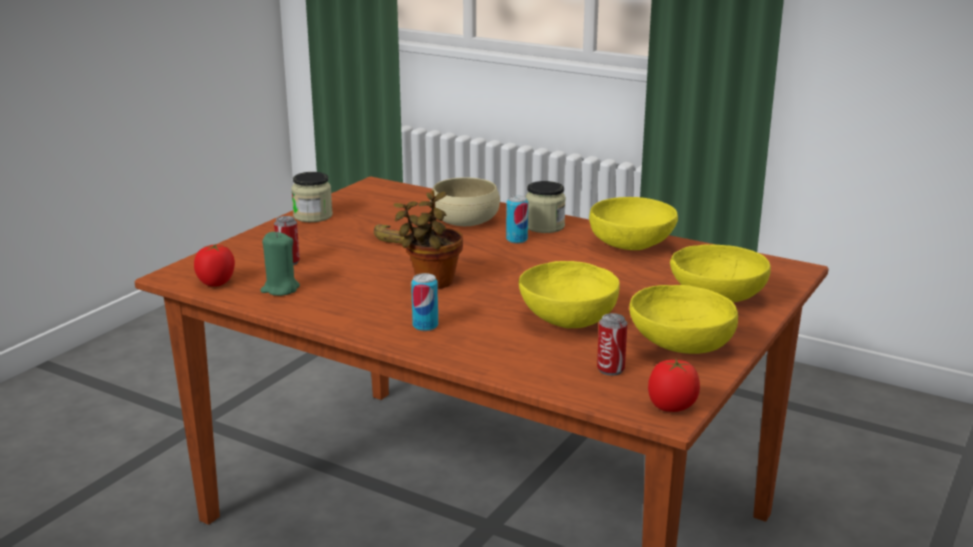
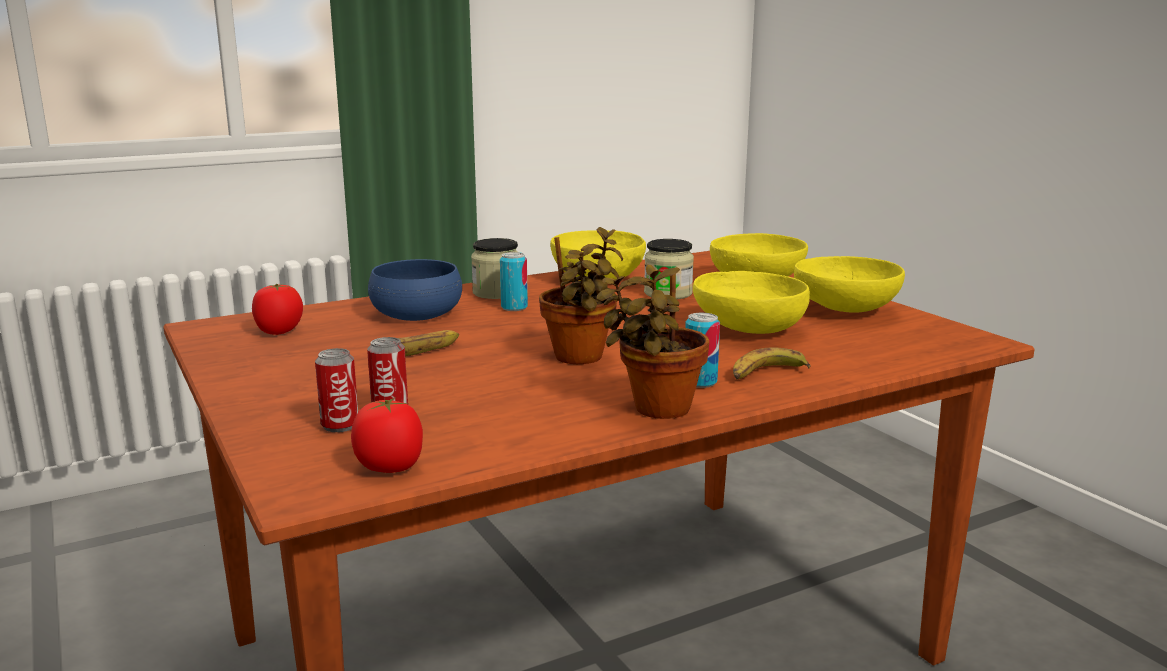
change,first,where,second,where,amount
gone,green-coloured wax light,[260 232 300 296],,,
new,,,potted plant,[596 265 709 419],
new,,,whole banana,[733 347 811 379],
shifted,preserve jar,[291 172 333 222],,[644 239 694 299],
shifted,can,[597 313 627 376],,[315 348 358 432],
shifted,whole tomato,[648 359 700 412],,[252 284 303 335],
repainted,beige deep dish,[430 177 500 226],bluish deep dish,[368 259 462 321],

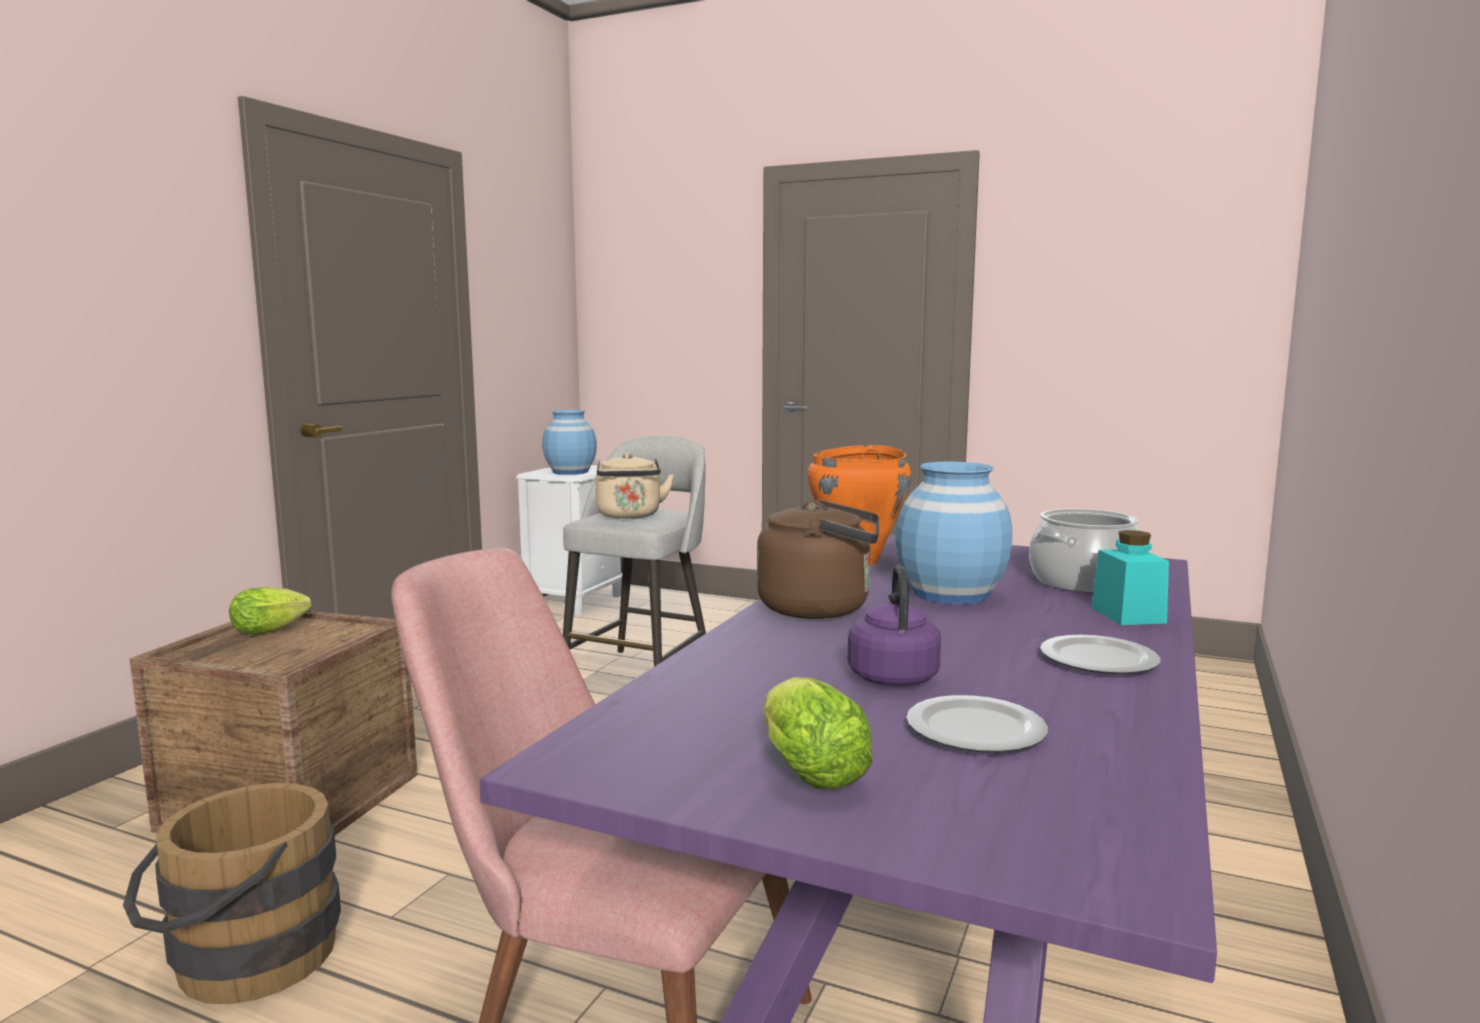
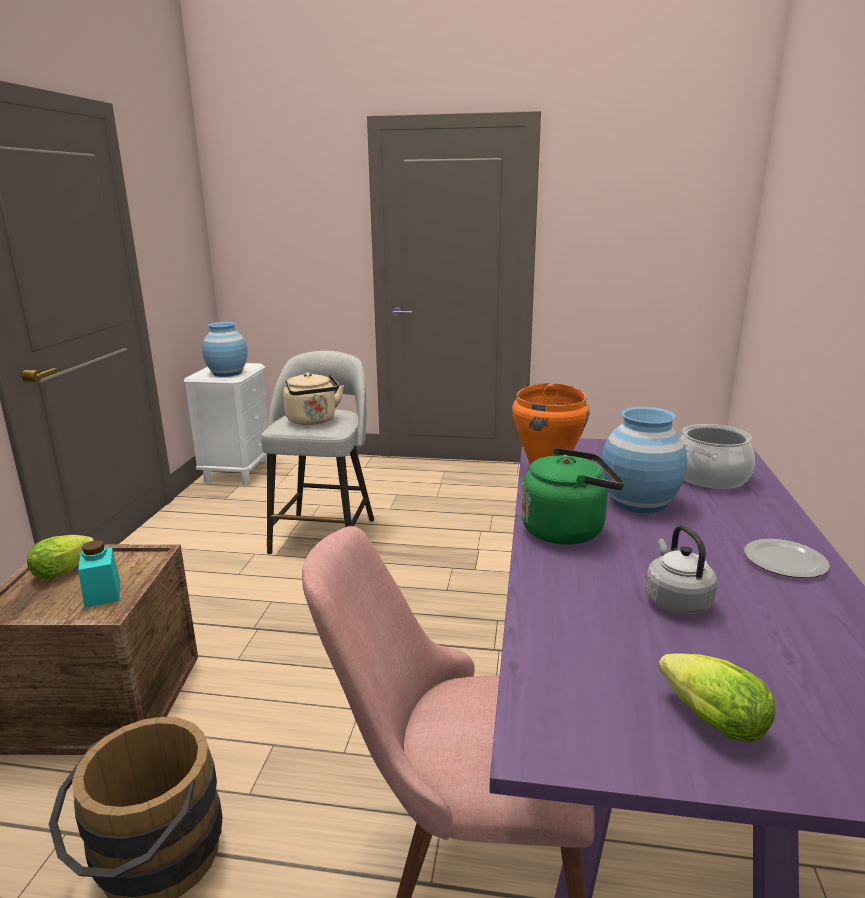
change,first,where,second,where,amount
gone,flat dish,[907 695 1048 753],,,
shifted,blue-green preserve jar,[1091 530 1169 625],,[78 540 120 608],
repainted,brownish water kettle,[757 499 879 619],green-coloured water kettle,[521 448 624 545],
repainted,purplish water kettle,[847 565 941 686],greyish water kettle,[646 525 718 615],

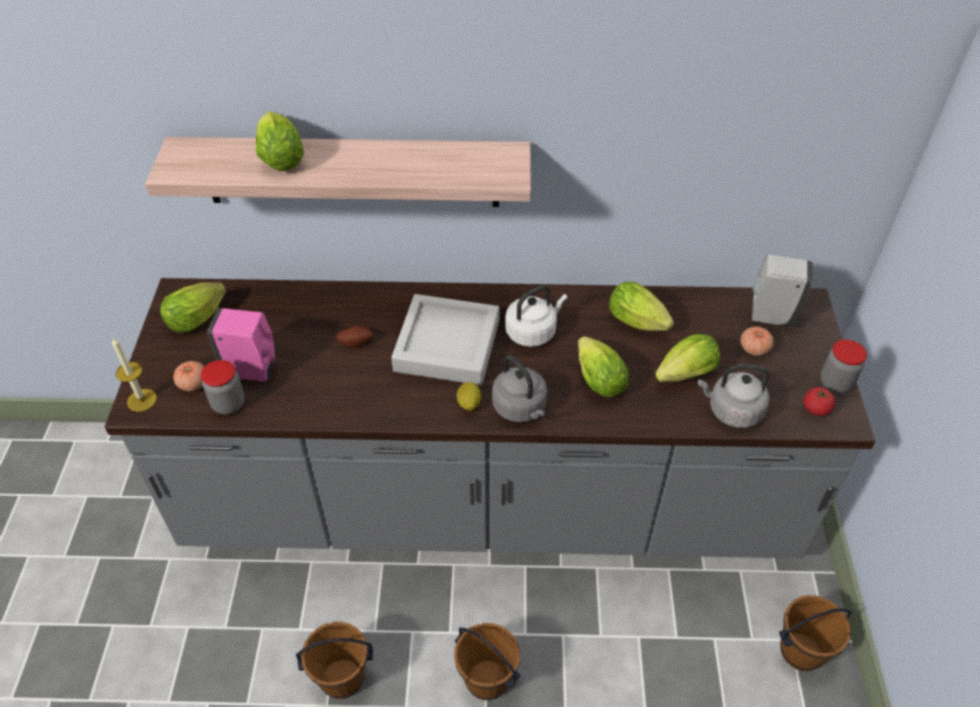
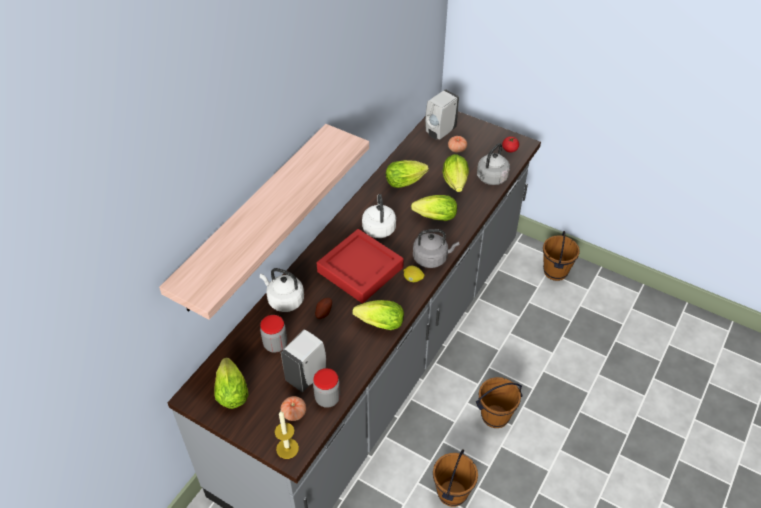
change,first,where,second,where,amount
new,,,white-coloured water kettle,[260 268 304 312],
shifted,head of lettuce,[256 111 304 171],,[352 300 404 330],
shifted,preserve jar,[820 339 867 393],,[260 315 287 353],
repainted,pink liquid soap bottle,[207 308 275 382],white-coloured liquid soap bottle,[281 329 326 392],
repainted,greyish carrying tray,[391 294 500 385],reddish carrying tray,[317 229 404 303],

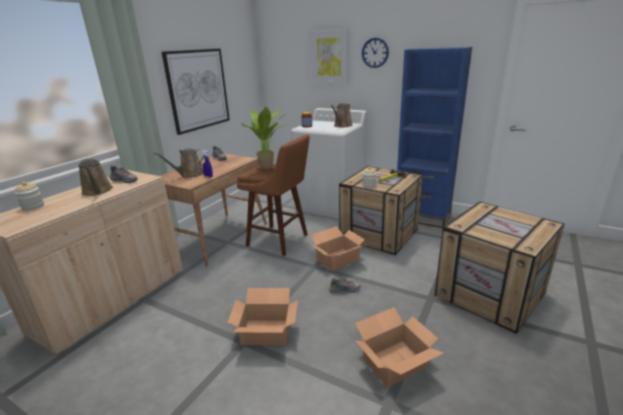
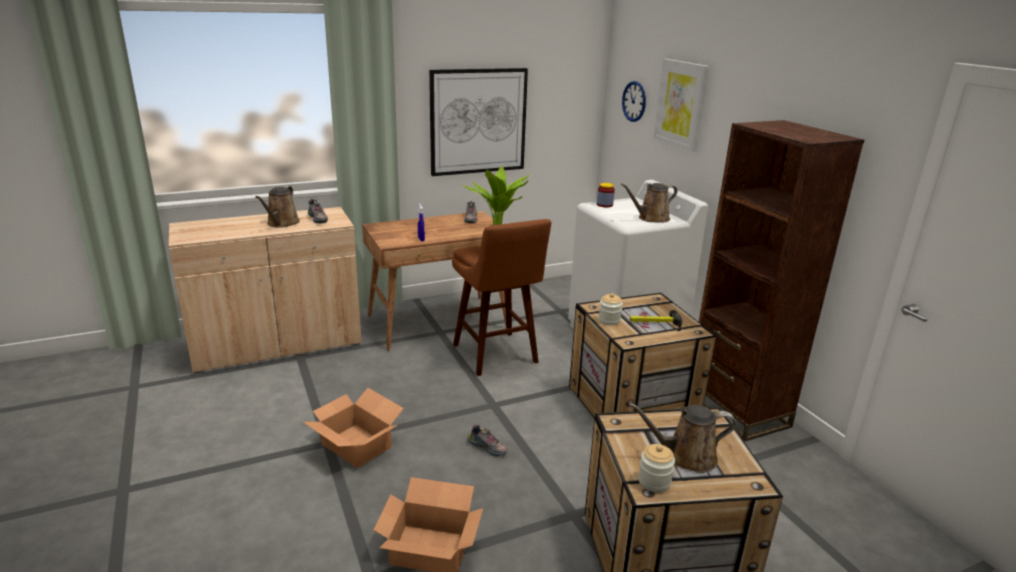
change,first,where,second,where,amount
gone,carton,[310 226 367 271],,,
shifted,preserve jar,[15 182 44 211],,[638 444 675 492],
shifted,brownish watering pot,[154 148 204 178],,[629 403 736 473],
shifted,hanging clock,[362 37 389 68],,[622 81 646 122],
repainted,bluish bookshelf,[397 47 472 228],brownish bookshelf,[699 120 864 442],

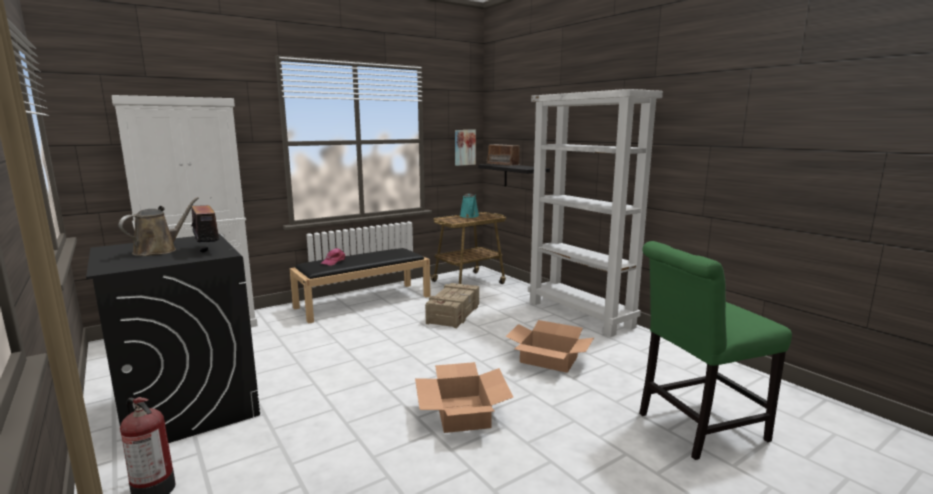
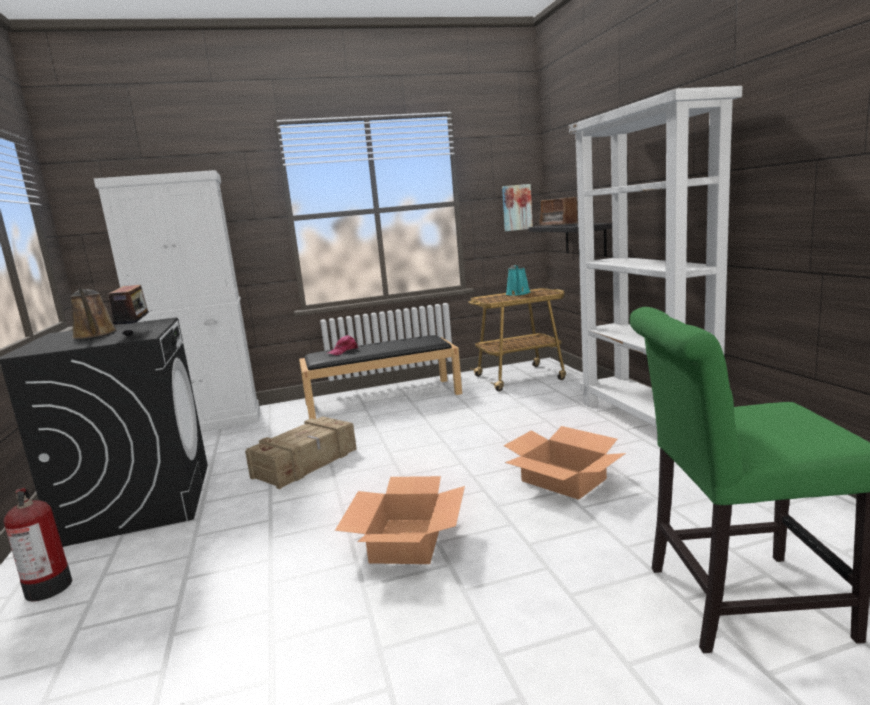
change,first,where,second,where,amount
shifted,crate,[425 283 479 328],,[245 416 357 489],
rotated,brownish watering pot,[119 197 199 256],,[70 288 117 339],105 degrees clockwise

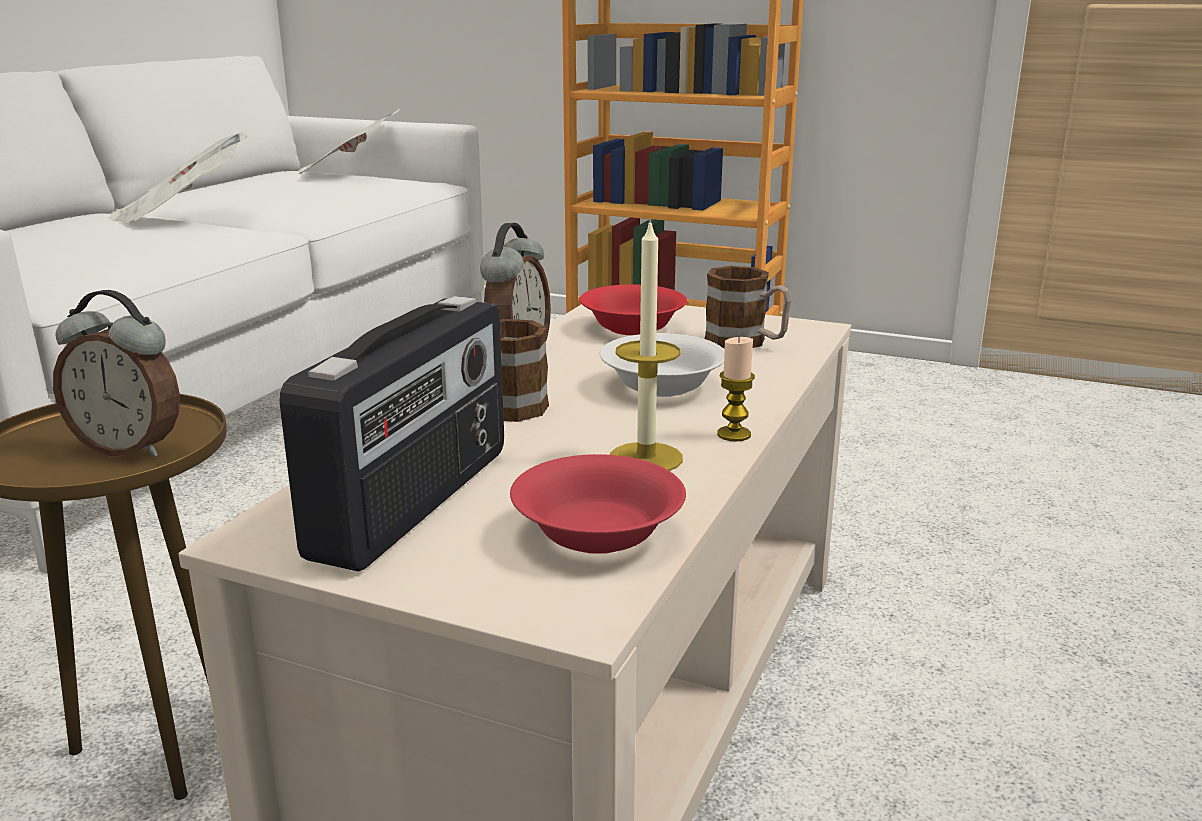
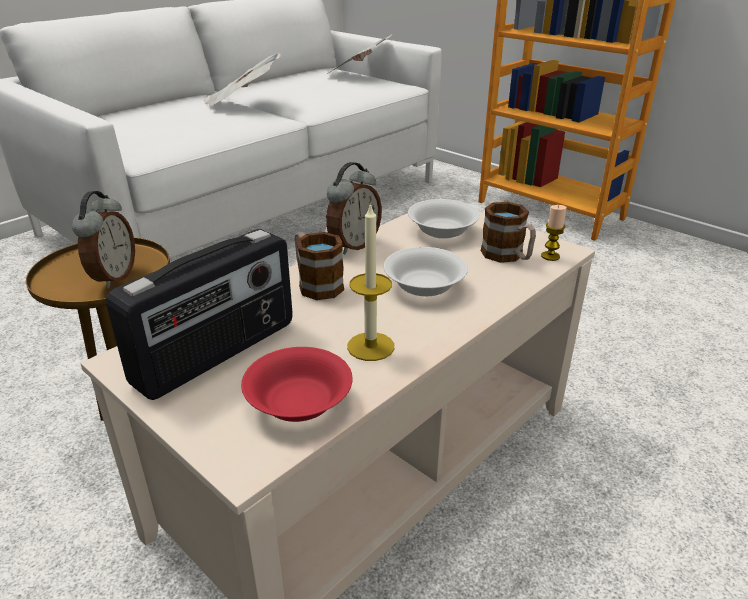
change,first,where,second,where,amount
shifted,wax light,[717 337 755 442],,[541 205 567 261],
repainted,reddish deep dish,[579 284 687 335],white-coloured deep dish,[408 199 480 239],
rotated,alarm clock,[53 290 180 457],,[72 191 135 289],120 degrees counterclockwise

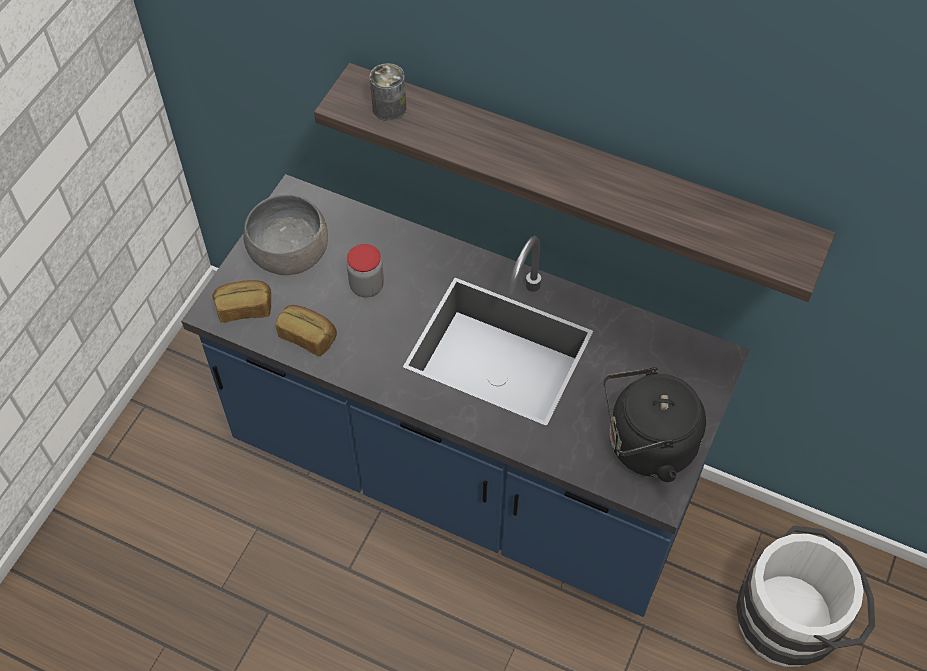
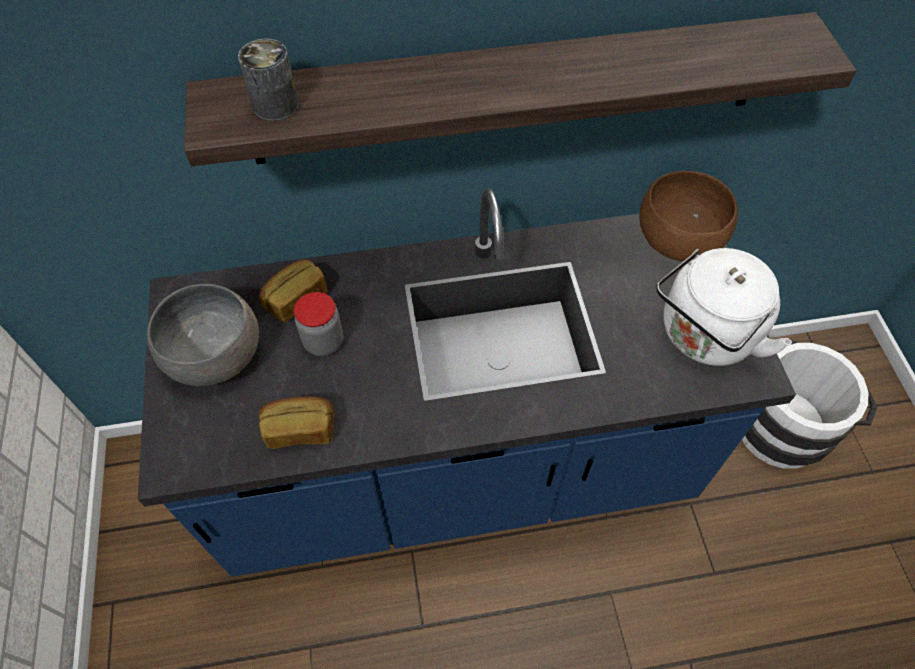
change,first,where,second,where,amount
new,,,brownish deep dish,[640 171 738 261],
shifted,baked bread,[212 280 271 323],,[259 259 328 322],
repainted,blackish water kettle,[604 367 706 482],white-coloured water kettle,[656 248 792 366],

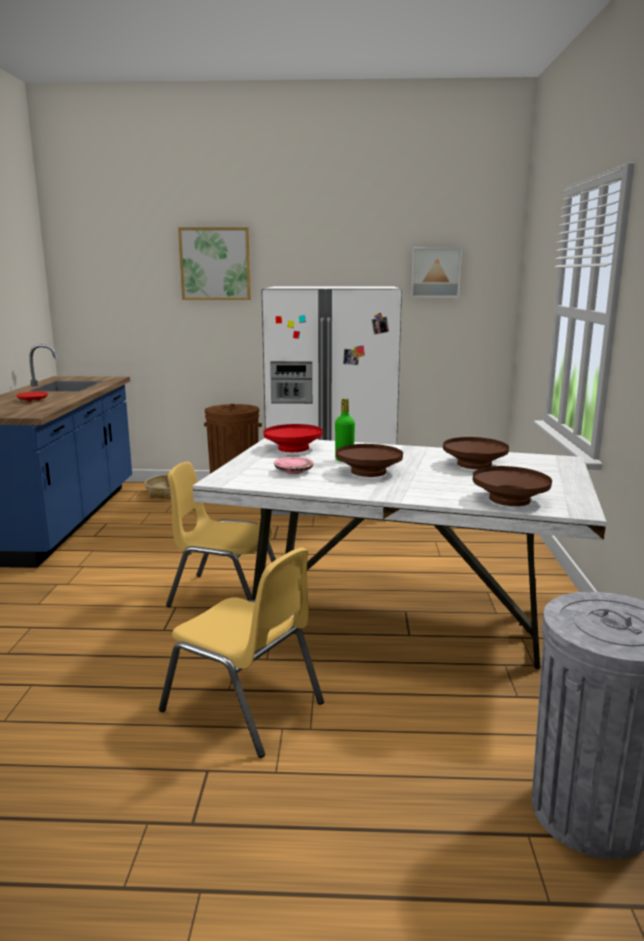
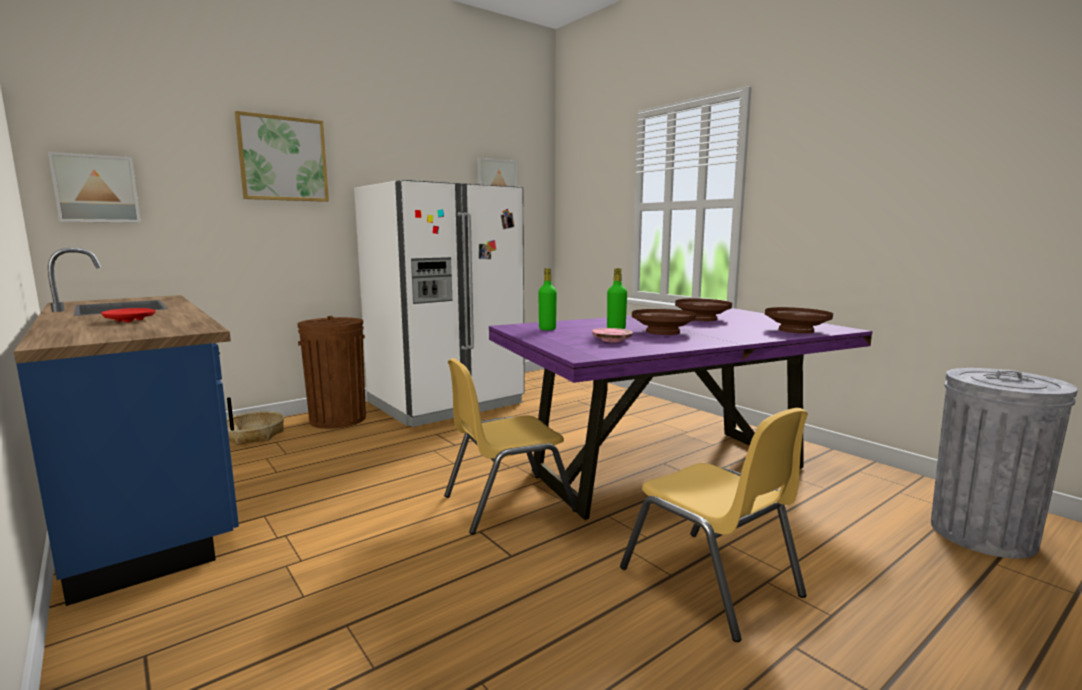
change,first,where,second,where,amount
new,,,picture,[48 152 141 223],
swapped,reddish deep dish,[263 424 323 452],green-coloured beverage bottle,[538 268 557 330],
repainted,white-coloured dining table,[193 438 607 669],purplish dining table,[489 308 872 520],
rotated,yellowish plain chair,[159 547 324 758],,[620 408 808 642],60 degrees clockwise

